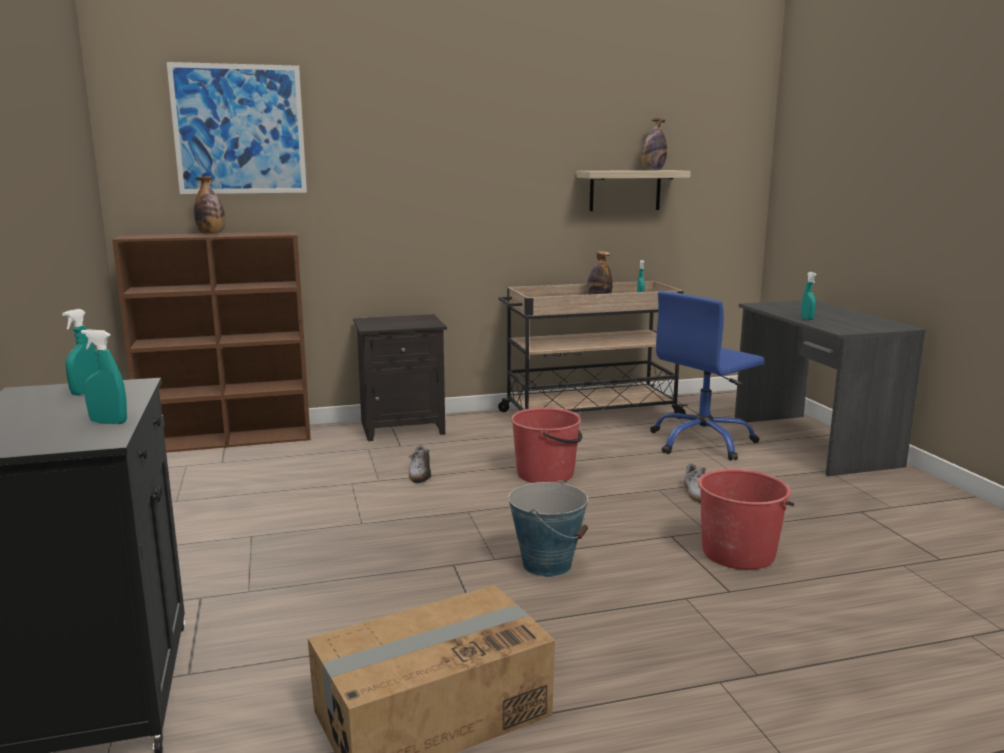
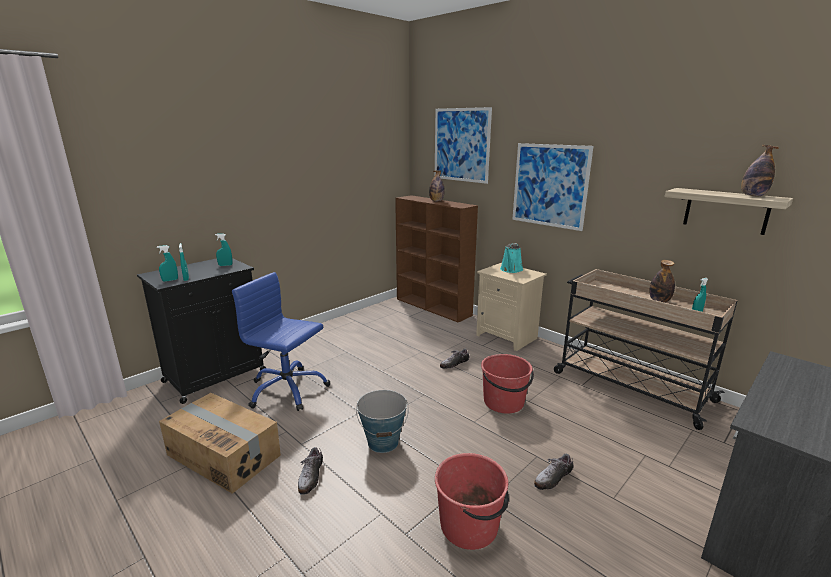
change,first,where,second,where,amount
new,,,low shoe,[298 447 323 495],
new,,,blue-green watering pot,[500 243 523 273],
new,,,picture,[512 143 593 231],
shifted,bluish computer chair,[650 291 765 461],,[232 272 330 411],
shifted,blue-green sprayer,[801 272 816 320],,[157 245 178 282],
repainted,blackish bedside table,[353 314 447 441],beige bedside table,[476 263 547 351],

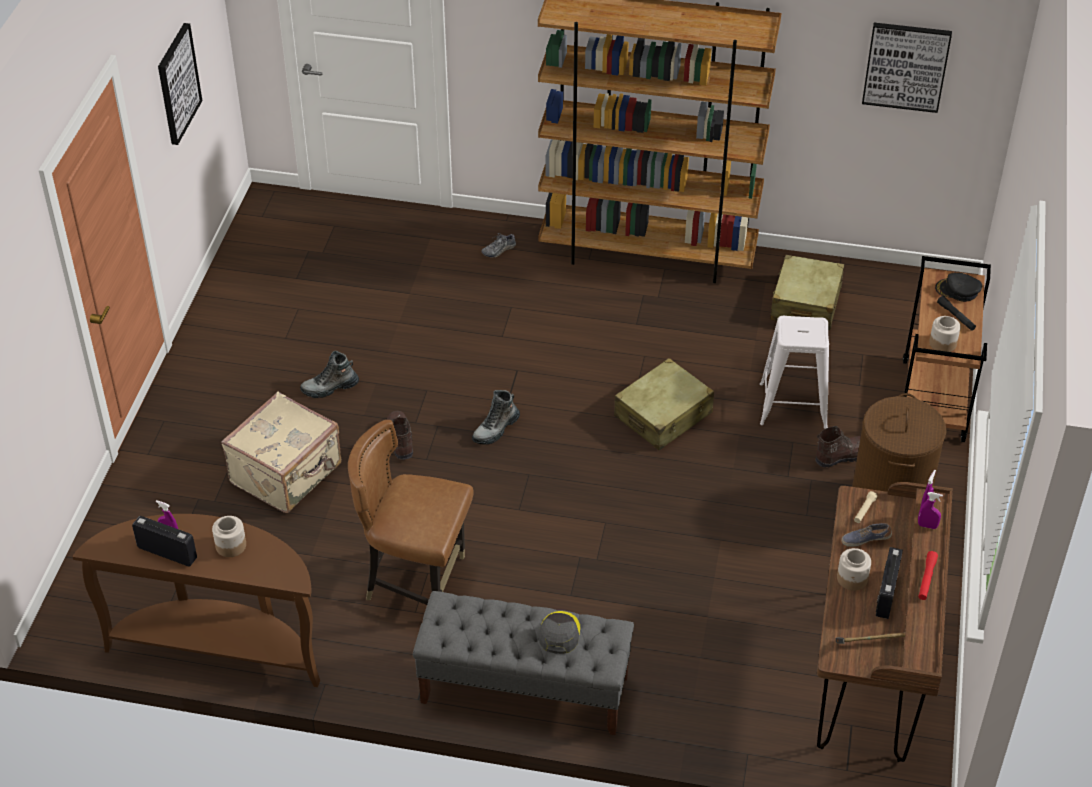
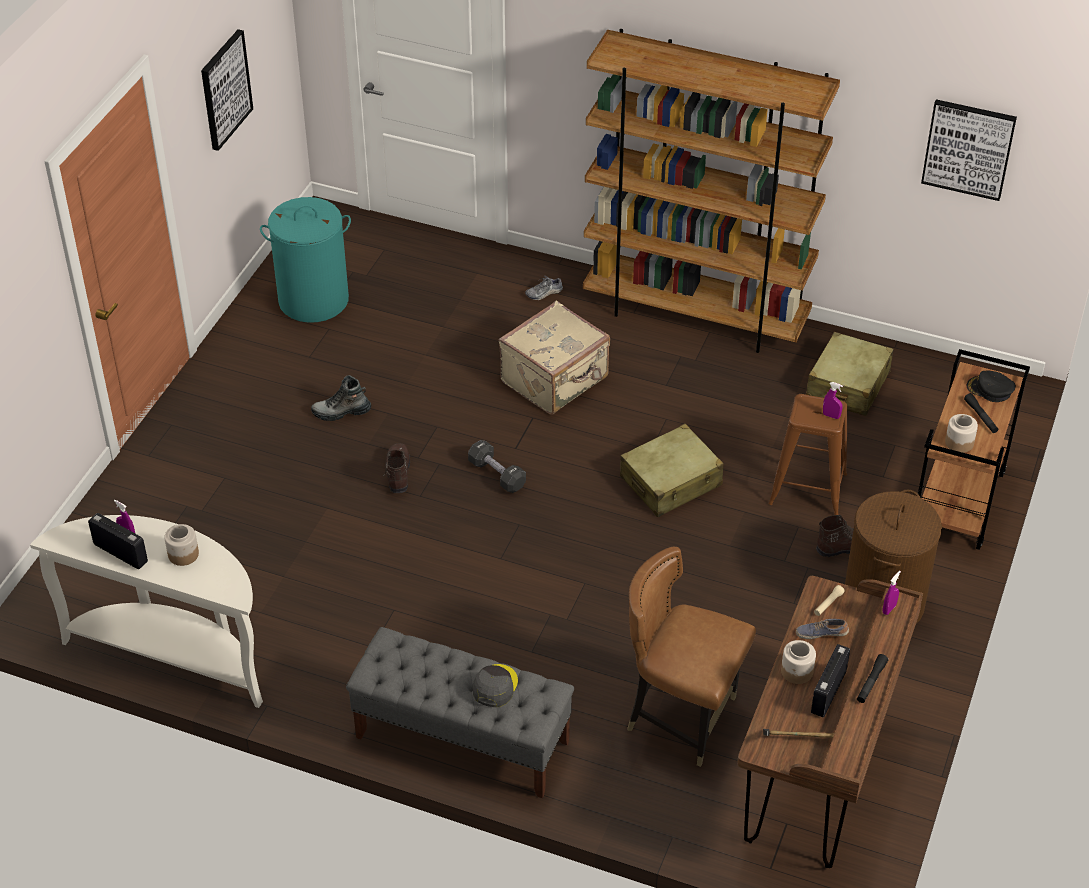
change,first,where,second,where,amount
new,,,blue-green hamper,[260 197 351 323],
shifted,beige suitcase,[221 391 342 513],,[499 301 610 415],
shifted,brownish plain chair,[348 420 474 605],,[627 547 756 767],
shifted,purplish sprayer,[918 492 943 529],,[823 382 843 419],
swapped,boot,[472 390 520 445],blackish free weight,[468 440 526 493],
repainted,brownish hall table,[73 514 320 687],white-coloured hall table,[30 515 263 708],
repainted,white-coloured sitting stool,[760 316 829 429],brownish sitting stool,[769 394 847 515],
repainted,reddish flashlight,[919 551 938 600],blackish flashlight,[857 654 888 703],

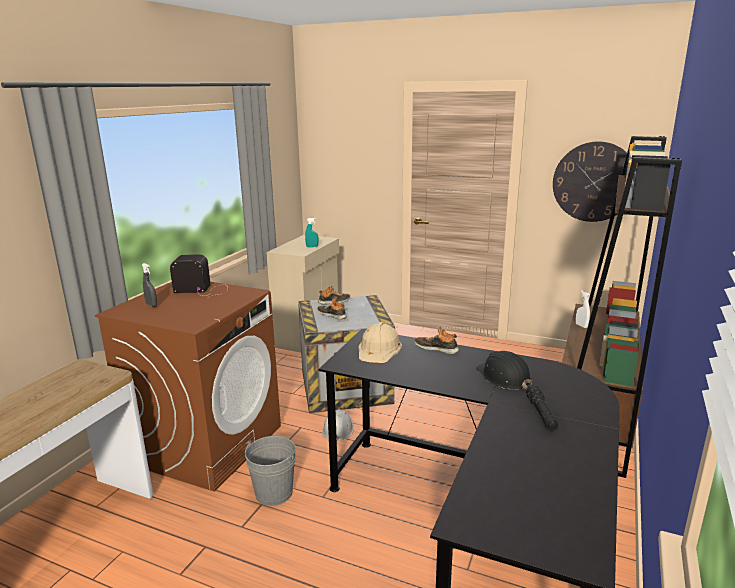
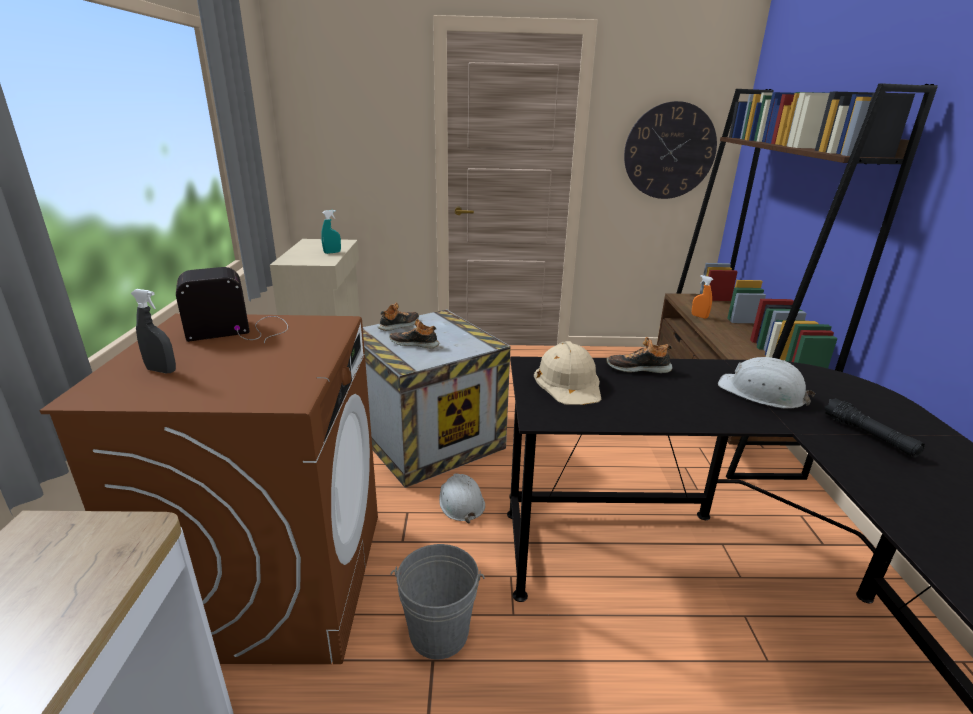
change,first,where,second,where,amount
repainted,blackish safety helmet,[476 351 532 390],white-coloured safety helmet,[718 357 815 409],
repainted,white-coloured sprayer,[576 290 590 328],orange sprayer,[692 275 713 319],

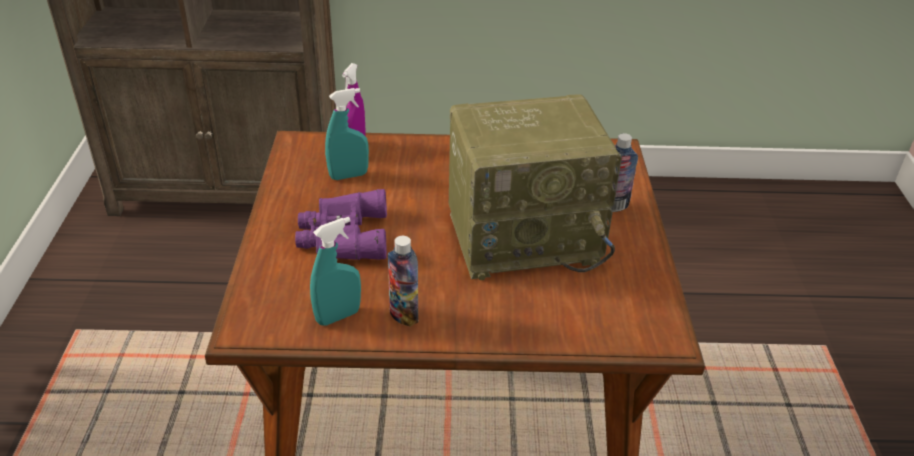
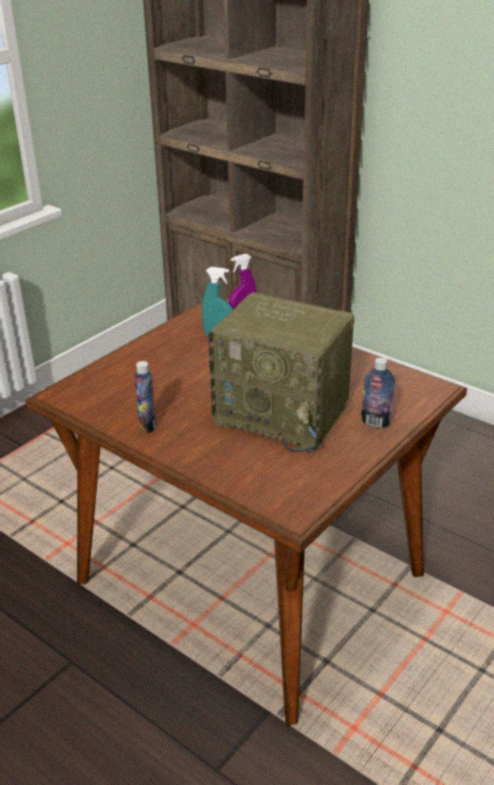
change,first,where,second,where,amount
gone,purplish binoculars,[295 189 387 260],,,
gone,blue-green sprayer,[310 217 361 326],,,

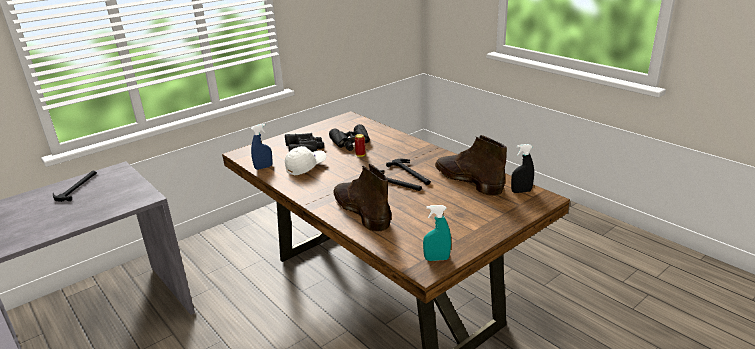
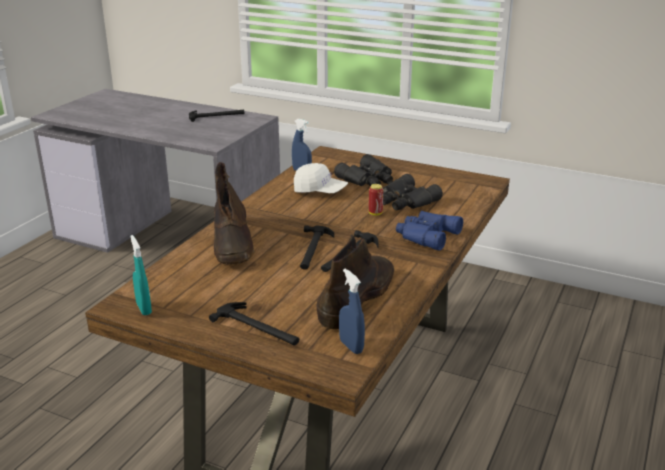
change,first,where,second,where,amount
new,,,hammer,[209 302 299 345],
new,,,bluish binoculars,[396 211 463 251],
repainted,blackish sprayer,[511 144 534 193],bluish sprayer,[339 269 365 354],
rotated,brownish boot,[333 164 391 232],,[214 162 254 265],135 degrees clockwise

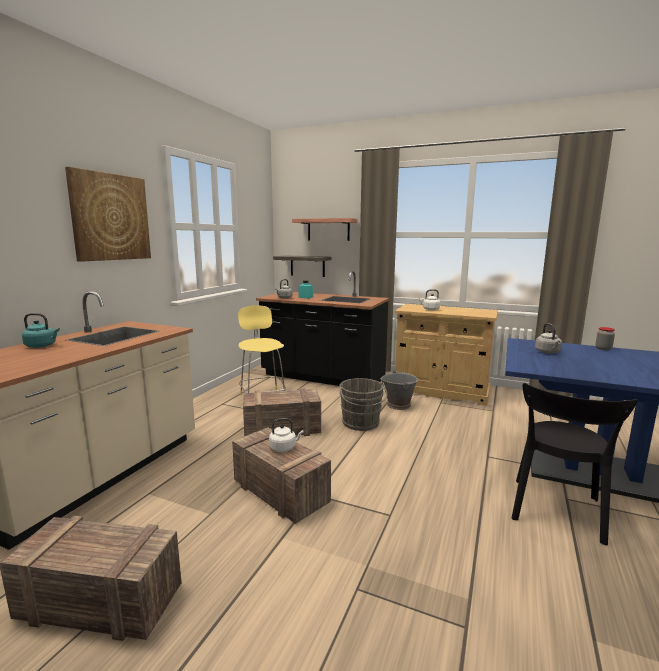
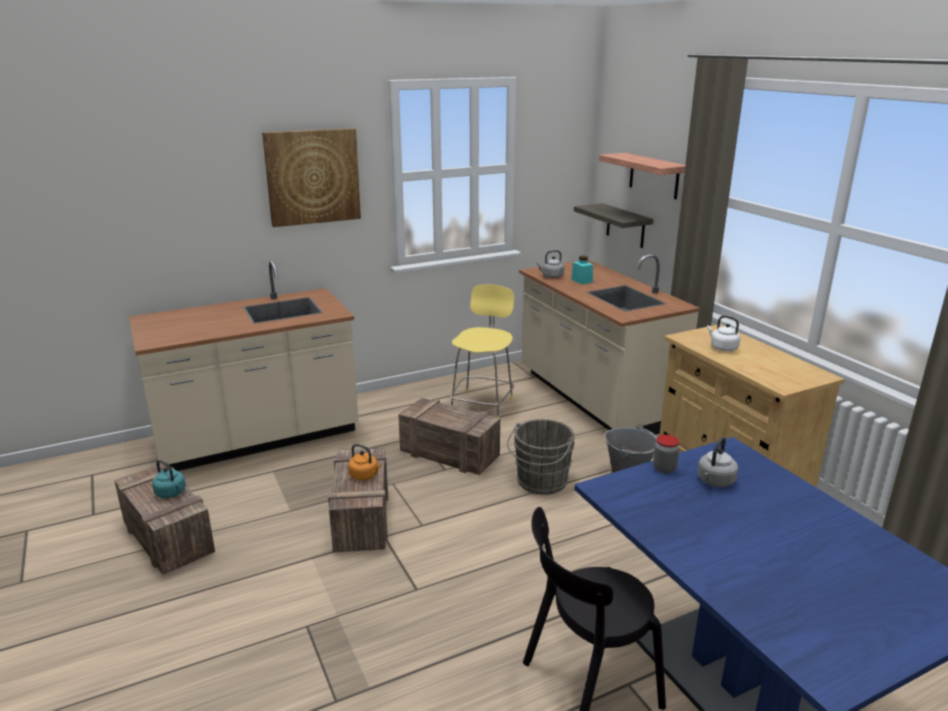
change,first,where,second,where,amount
shifted,blue-green water kettle,[22 313 60 348],,[152 460 186 498],
shifted,preserve jar,[596 327 615 350],,[653 435 679 474],
repainted,blackish counter,[256 271 389 386],beige counter,[519 254 700 435],
repainted,white-coloured water kettle,[269 418 304 452],orange water kettle,[348 444 381 480],

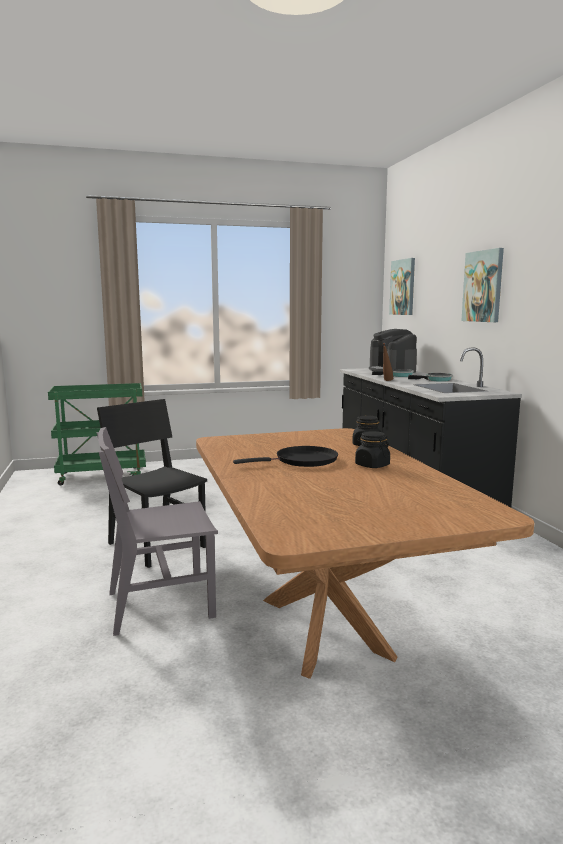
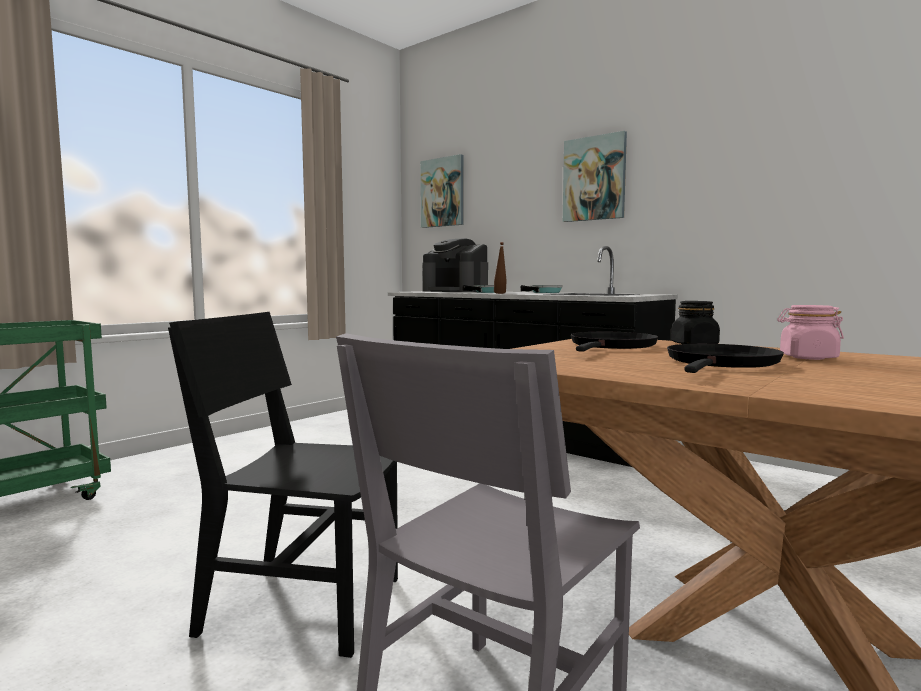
change,first,where,second,where,amount
new,,,blackish skillet,[571 332 658 352],
repainted,blackish preserve jar,[355 431 390 468],pink preserve jar,[777 305 844 360],

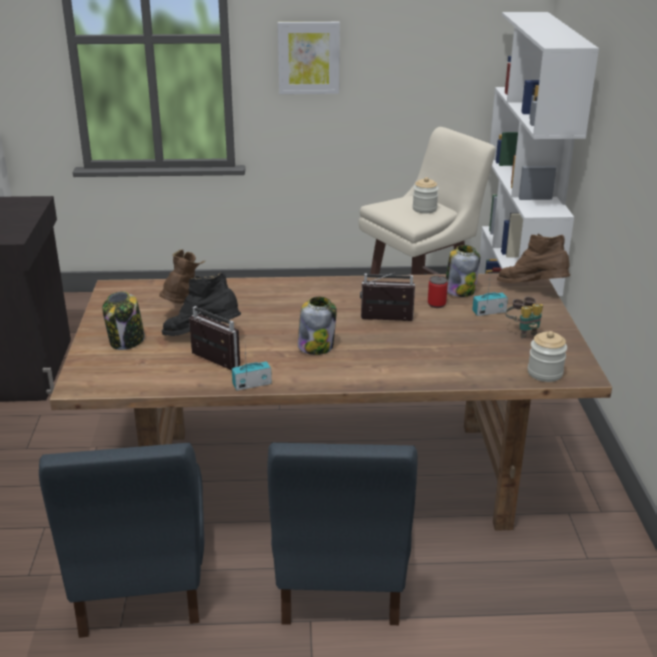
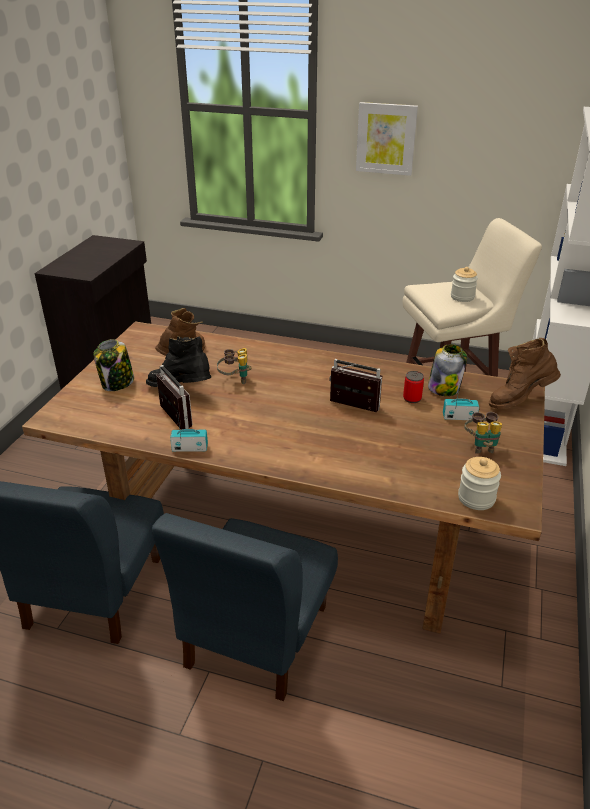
change,first,where,second,where,amount
gone,preserve jar,[298 297 337 355],,,
new,,,binoculars,[217 348 252 384],
rotated,brownish boot,[497 234 570 283],,[489 338 561 409],75 degrees counterclockwise

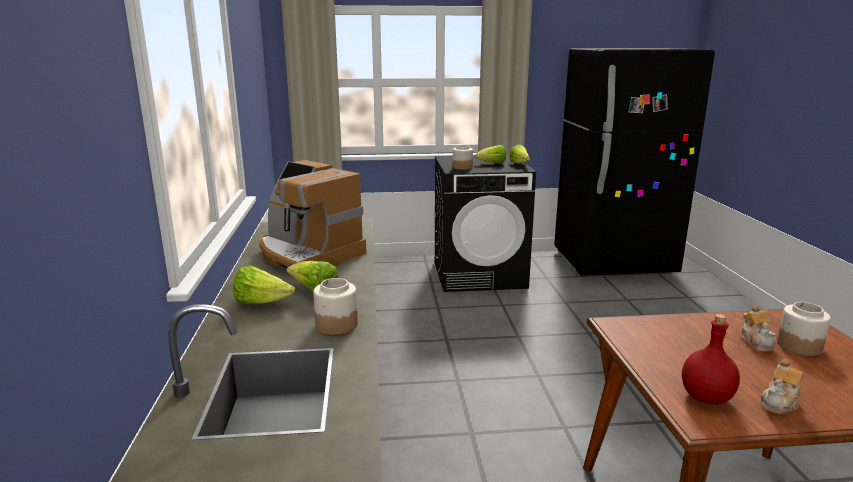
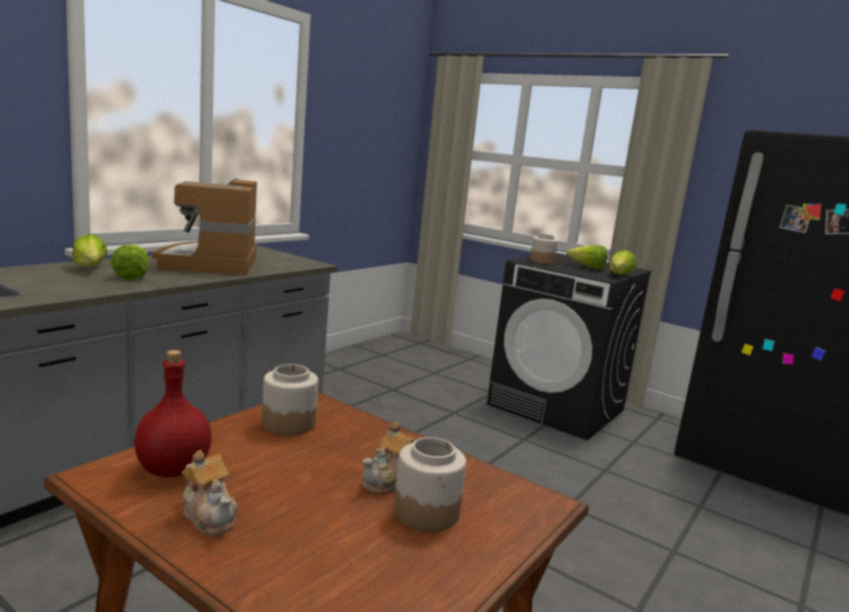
change,first,where,second,where,amount
shifted,preserve jar,[313 278 358 335],,[262 364 318 436],
rotated,tea pot,[760 359 803 414],,[182 450 238 536],135 degrees counterclockwise

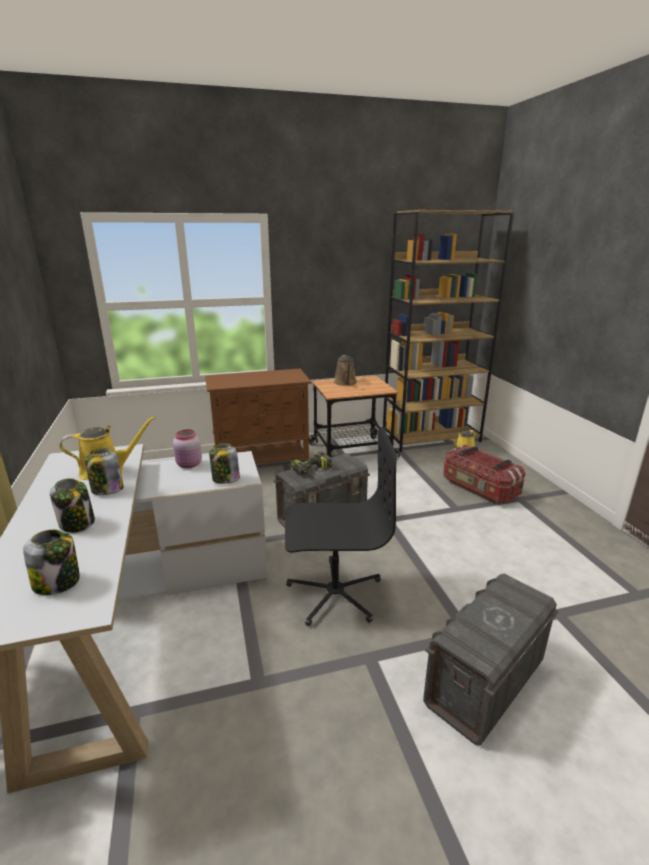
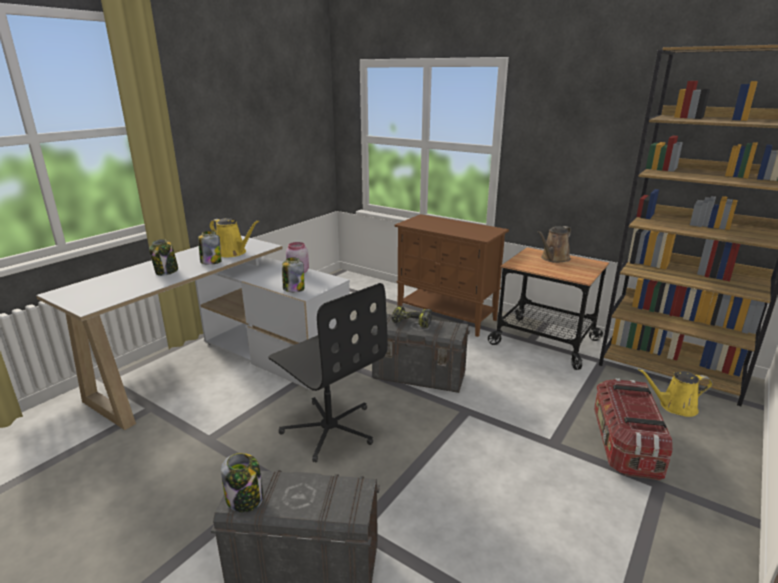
change,first,where,second,where,amount
shifted,preserve jar,[23 529 80 595],,[221 453 263 512],

